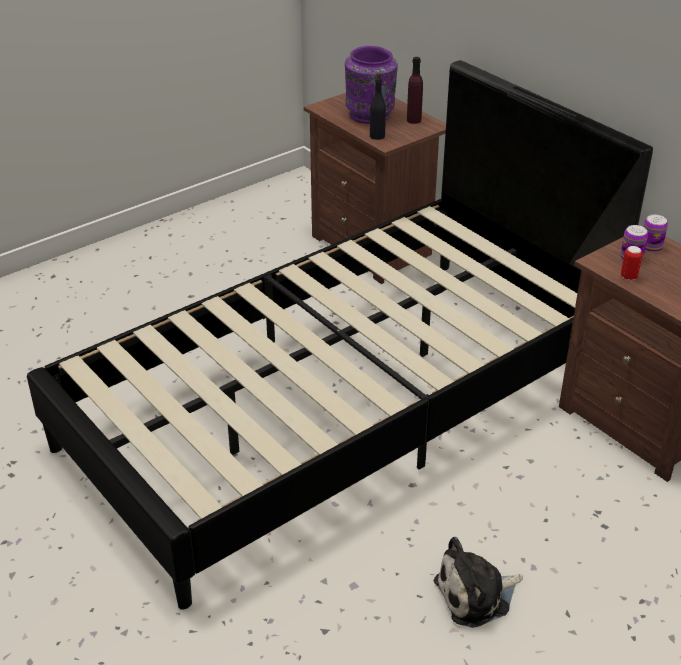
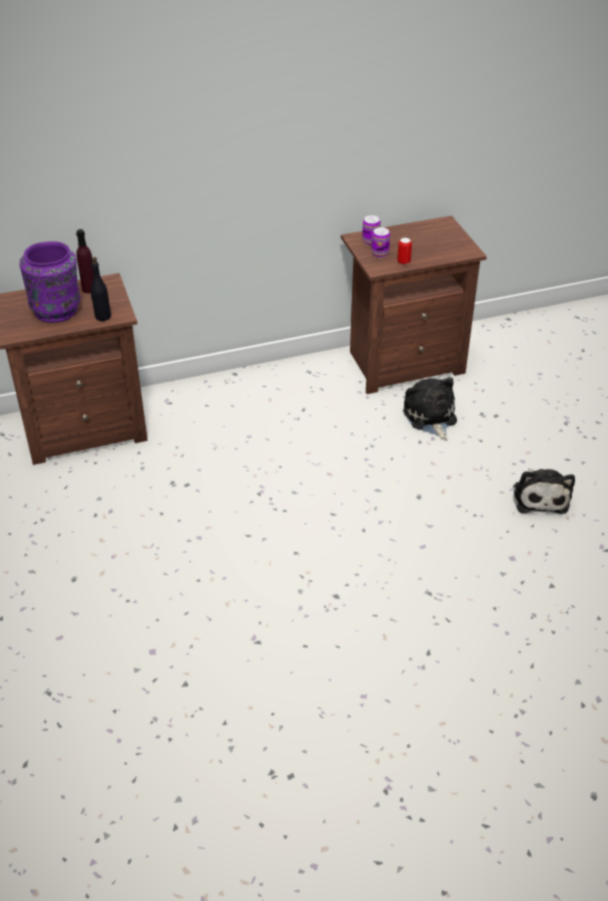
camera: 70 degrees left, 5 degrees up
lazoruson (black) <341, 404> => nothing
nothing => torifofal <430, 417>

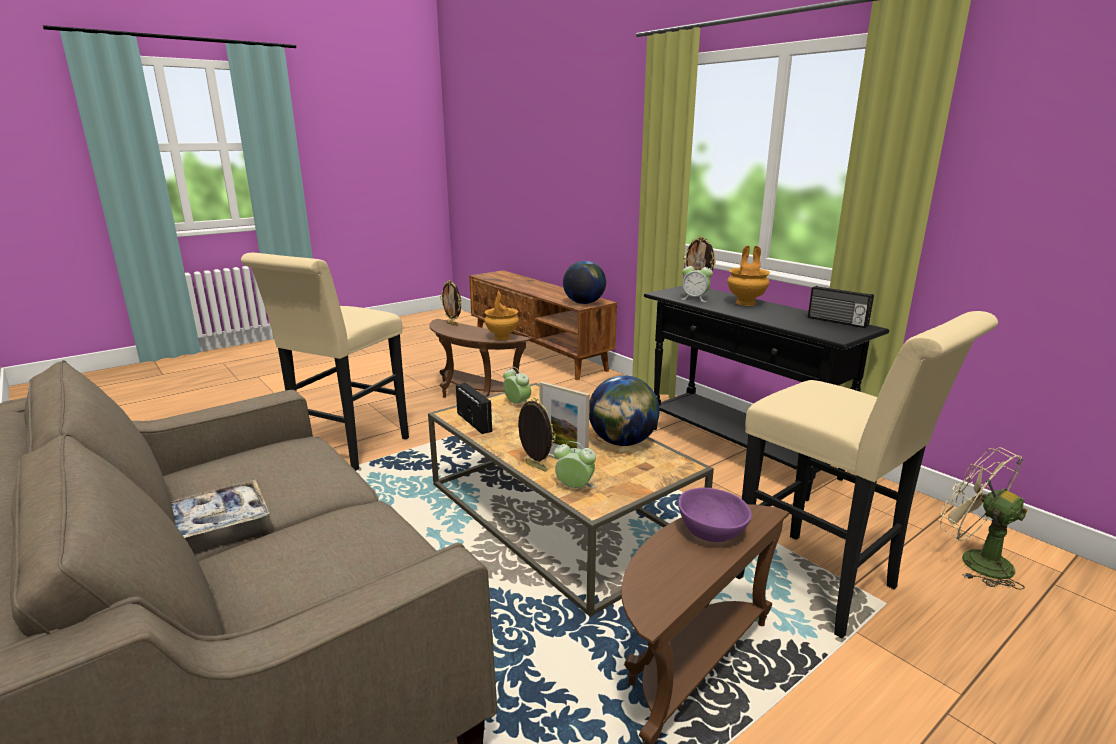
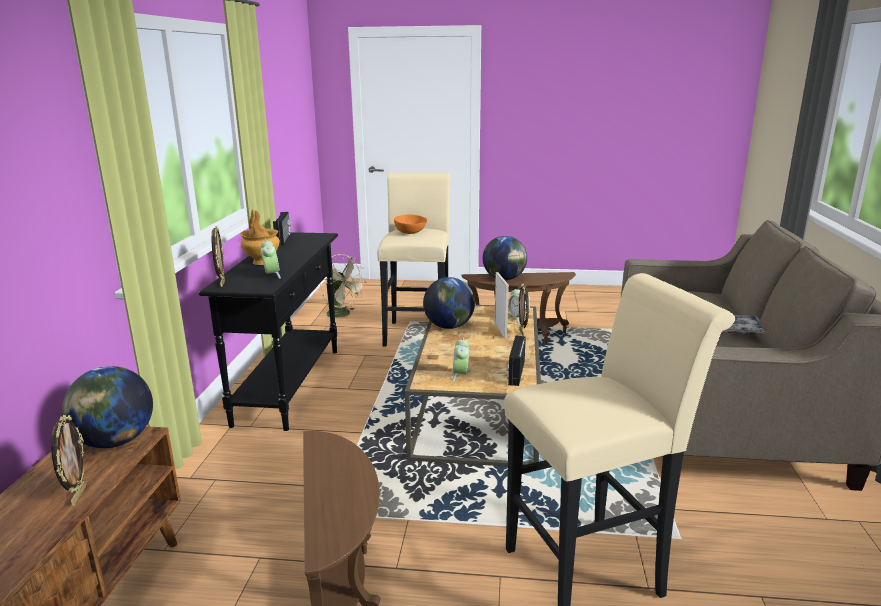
camera: 135 degrees left, 0 degrees up
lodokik <453, 324> => lodokik <78, 495>, moved
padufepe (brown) <502, 338> => nothing
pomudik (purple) <710, 531> => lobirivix <504, 279>
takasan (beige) <974, 560> => takasan (beige) <343, 315>, 60 degrees counterclockwise
nothing => pomudik (orange) <409, 232>

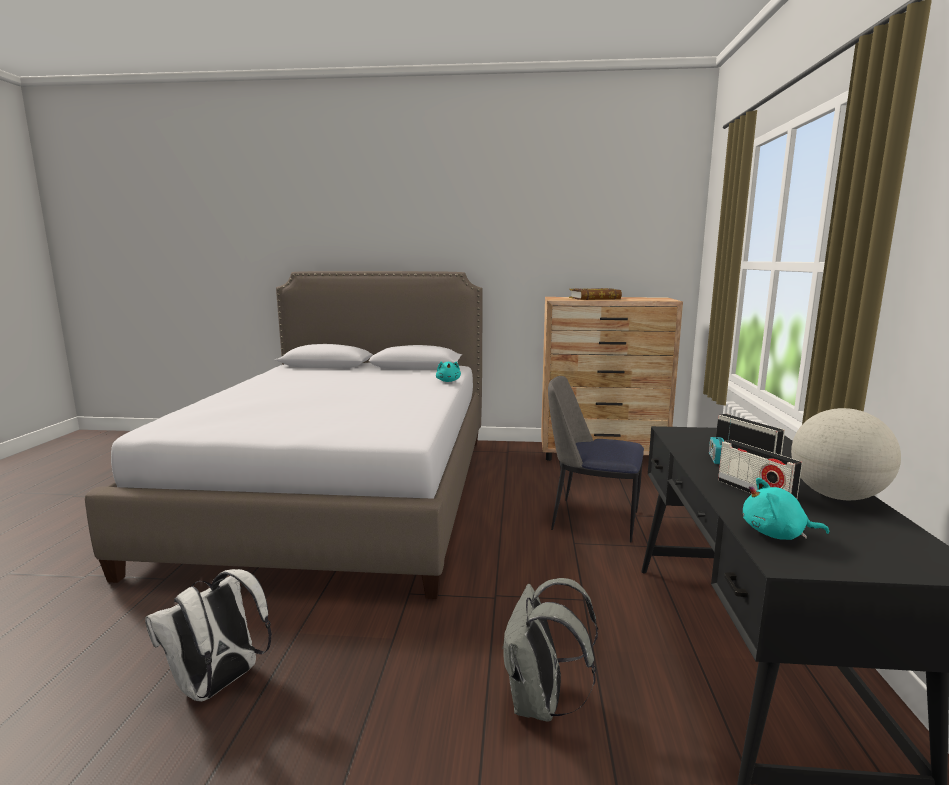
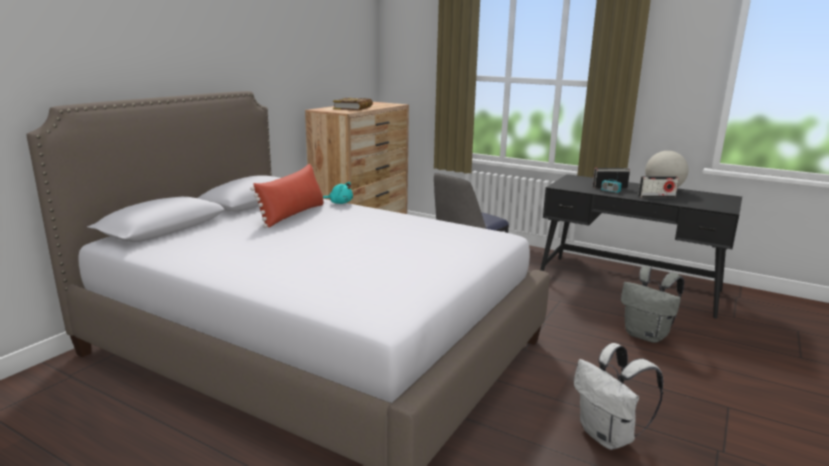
camera: 65 degrees left, 5 degrees up
torifofal (turquoise) <777, 534> => nothing
nothing => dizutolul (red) <293, 214>

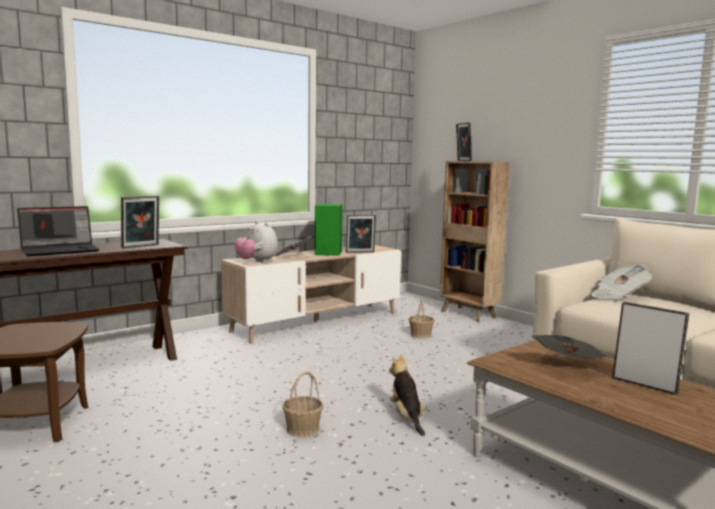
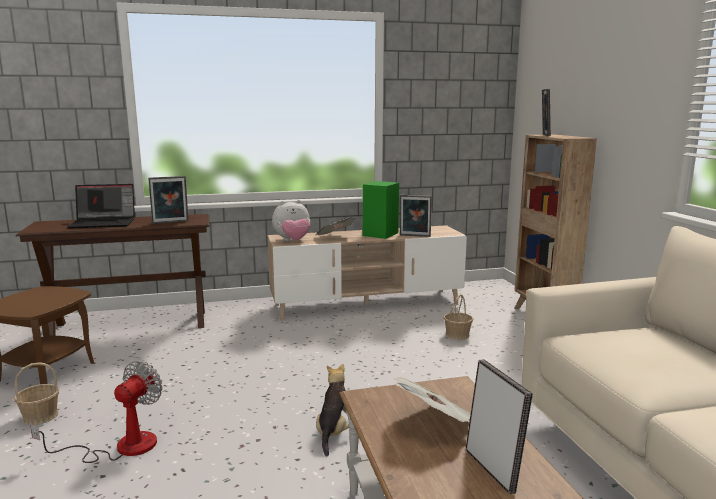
camera: 25 degrees right, 5 degrees up
torifofal <257, 262> => torifofal <293, 241>, 90 degrees counterclockwise
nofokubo <302, 429> => nofokubo <40, 416>, moved
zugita <618, 296> => nothing
nothing => takasan <121, 447>

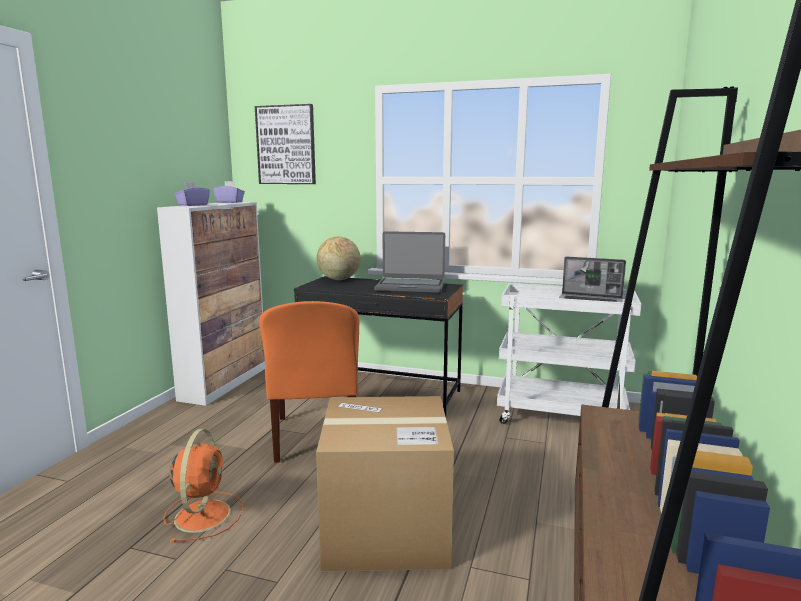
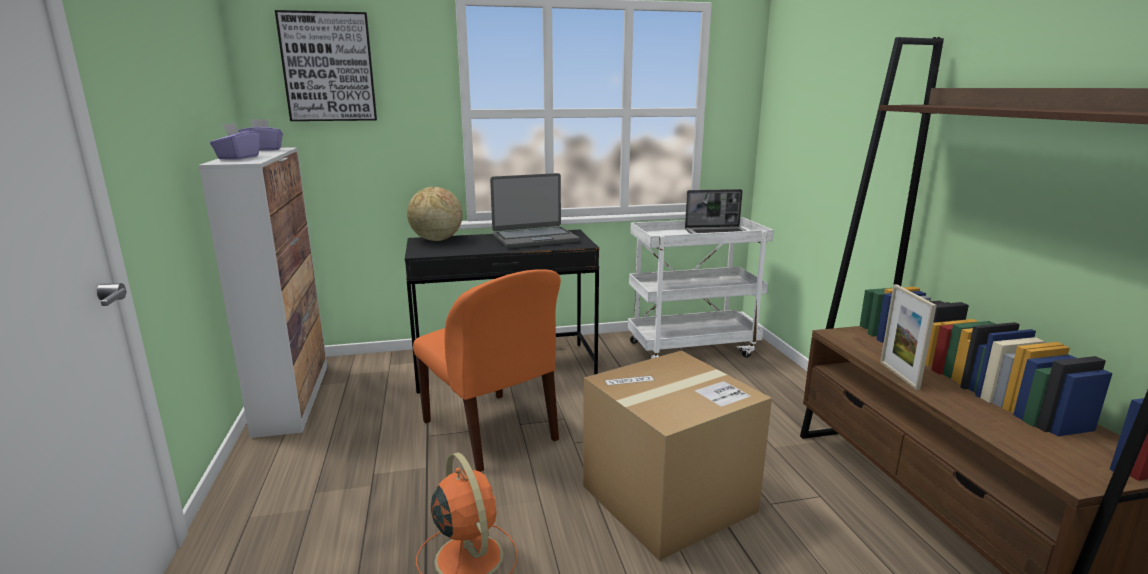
camera: 30 degrees left, 5 degrees up
nothing => lodokik <899, 375>

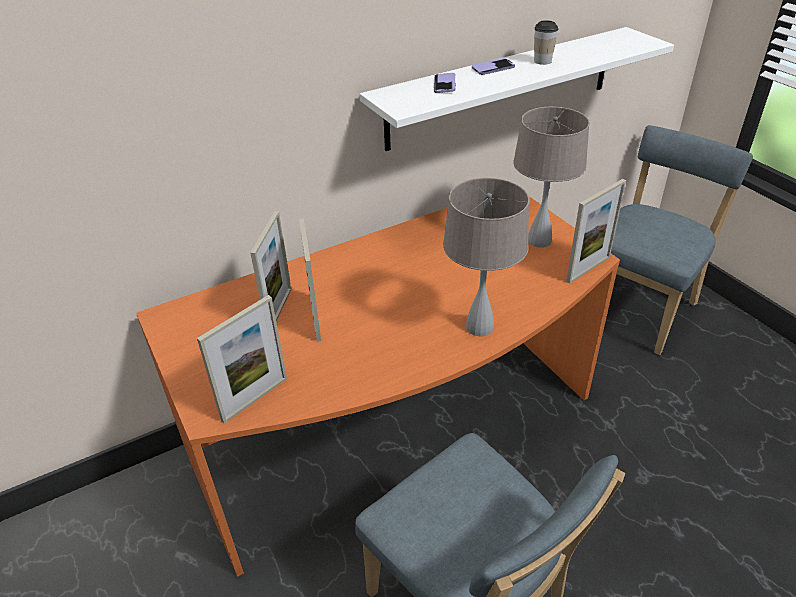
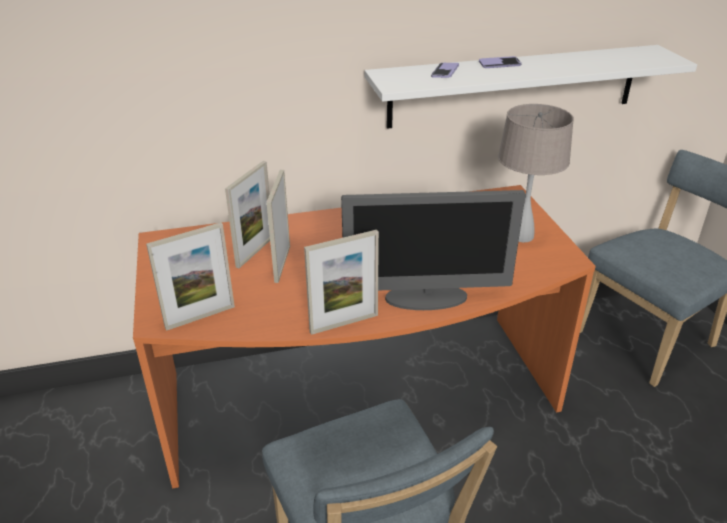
camera: 15 degrees right, 5 degrees down
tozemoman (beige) <480, 326> => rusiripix <427, 298>
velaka <542, 61> => nothing
lodokik <588, 269> => lodokik <344, 323>, moved

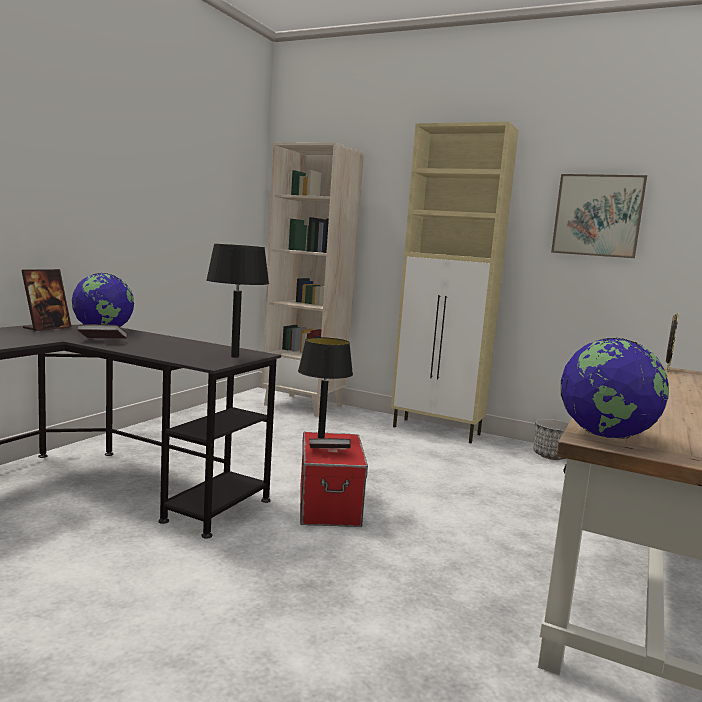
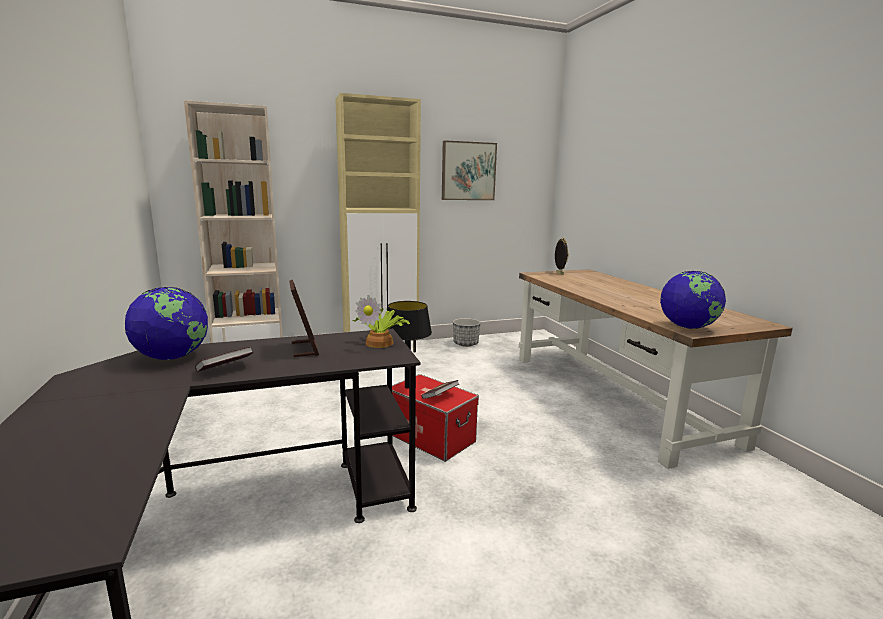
camera: 45 degrees left, 5 degrees up
lodokik <47, 328> => lodokik <305, 349>, moved
tozemoman (black) <235, 357> => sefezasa <381, 342>

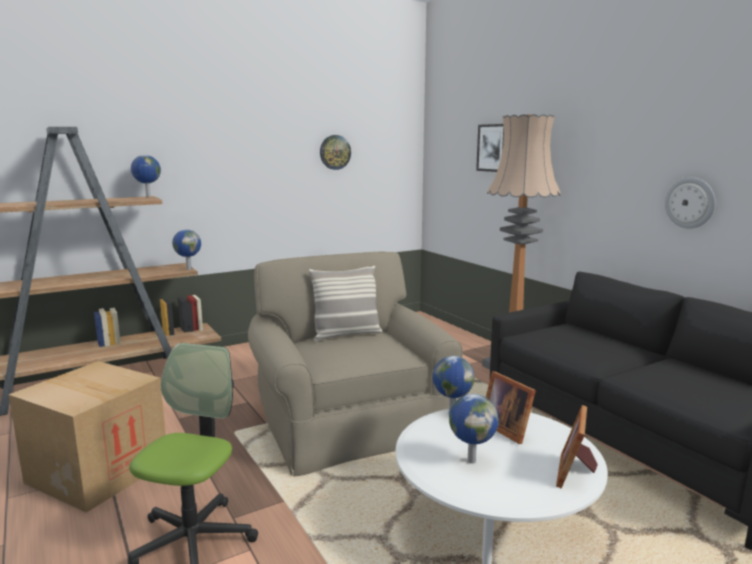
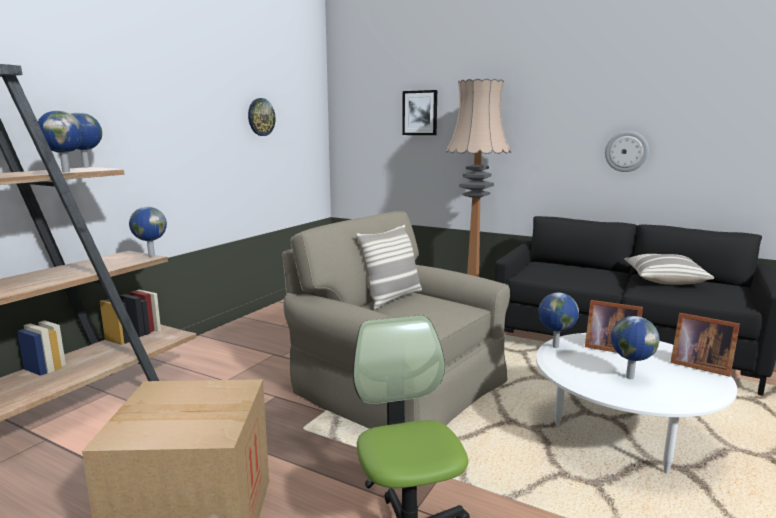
camera: 30 degrees left, 0 degrees up
lodokik <575, 472> => lodokik <698, 365>, 45 degrees counterclockwise
nothing => lobirivix <66, 172>
nothing => dizutolul <664, 280>

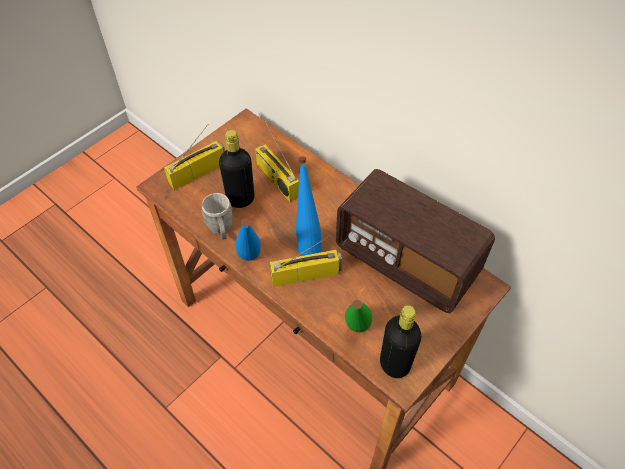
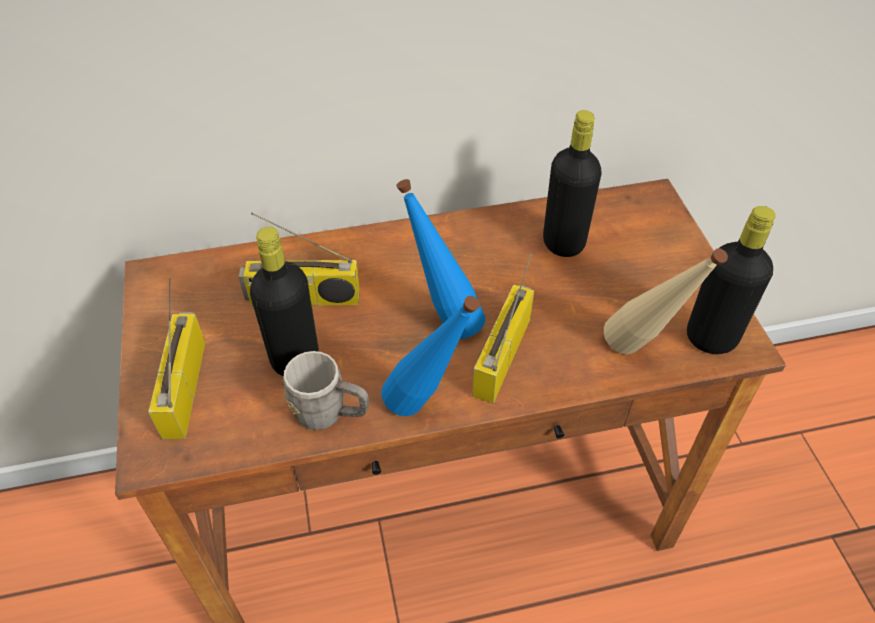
camera: 55 degrees left, 5 degrees down
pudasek <406, 261> => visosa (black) <563, 243>
visosa (green) <355, 335> => visosa (beige) <641, 354>

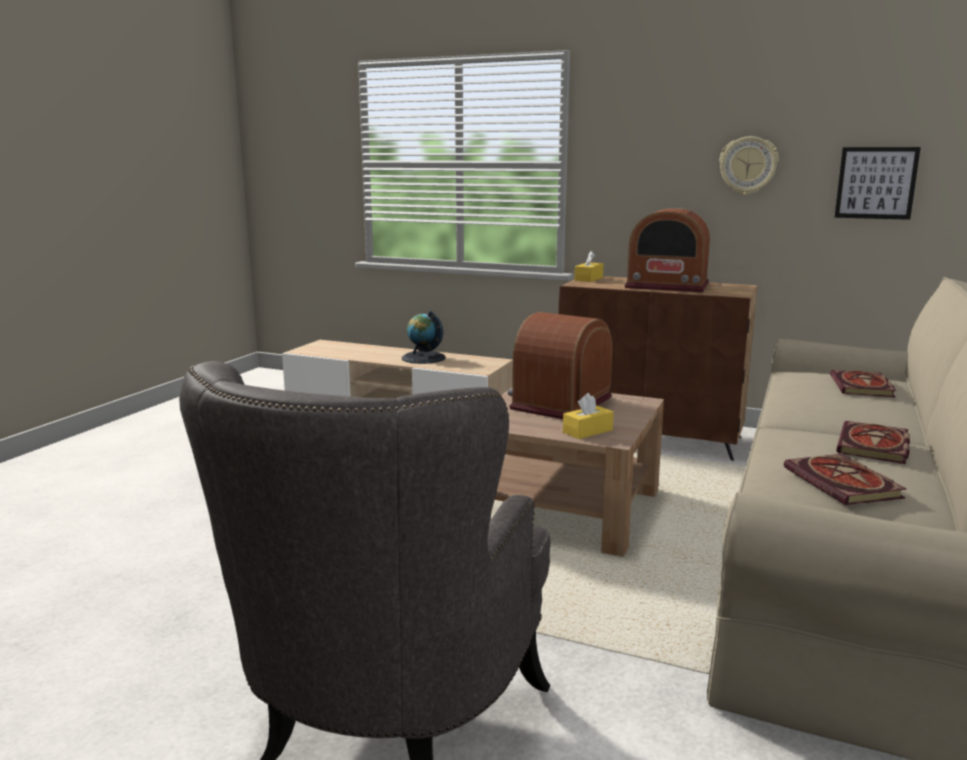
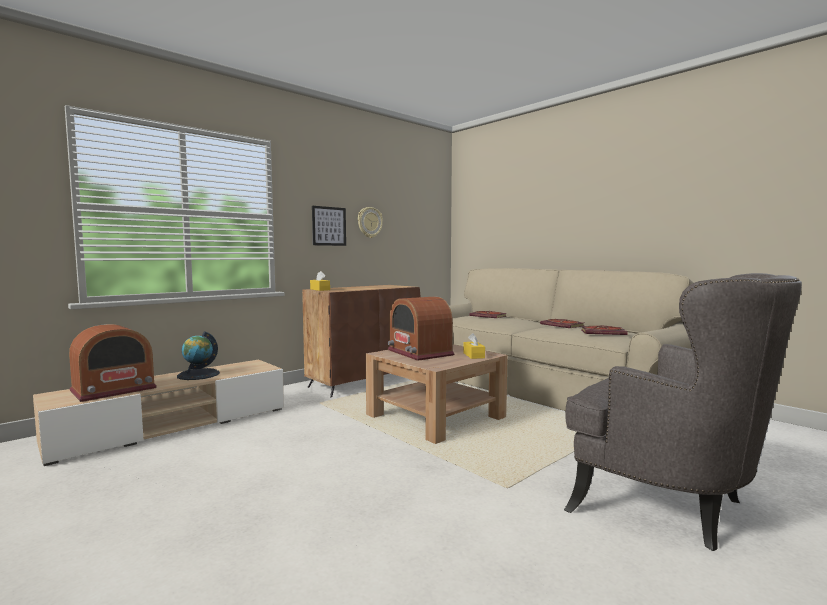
camera: 65 degrees left, 10 degrees down
pudasek <667, 286> => pudasek <114, 389>, moved
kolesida <876, 183> => kolesida <329, 226>, moved

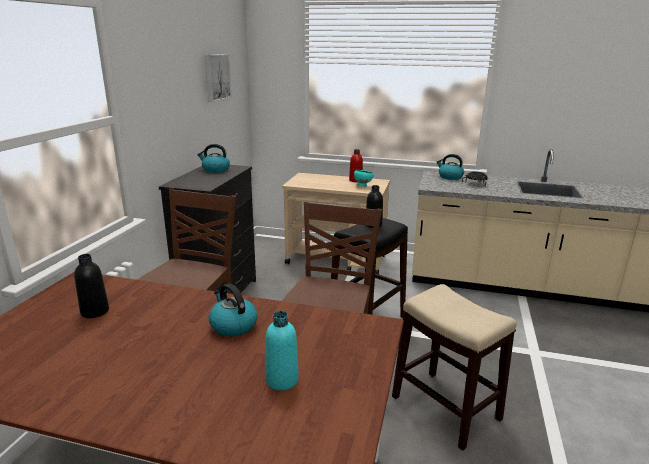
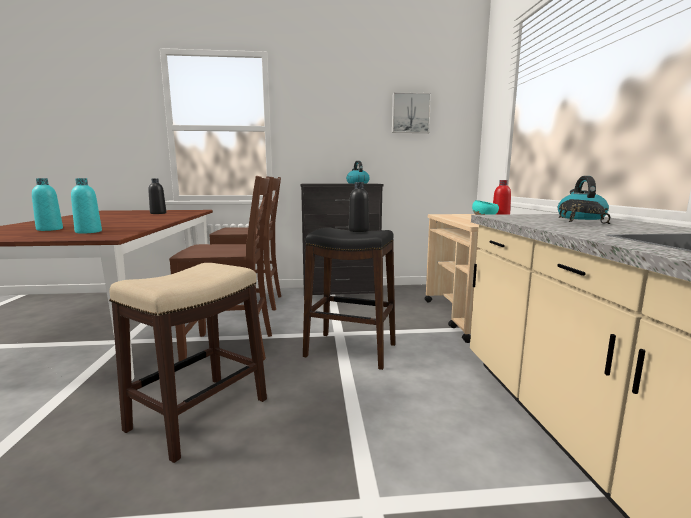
camera: 70 degrees right, 10 degrees down
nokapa <233, 325> => nothing
nothing => visosa (turquoise) <88, 232>

